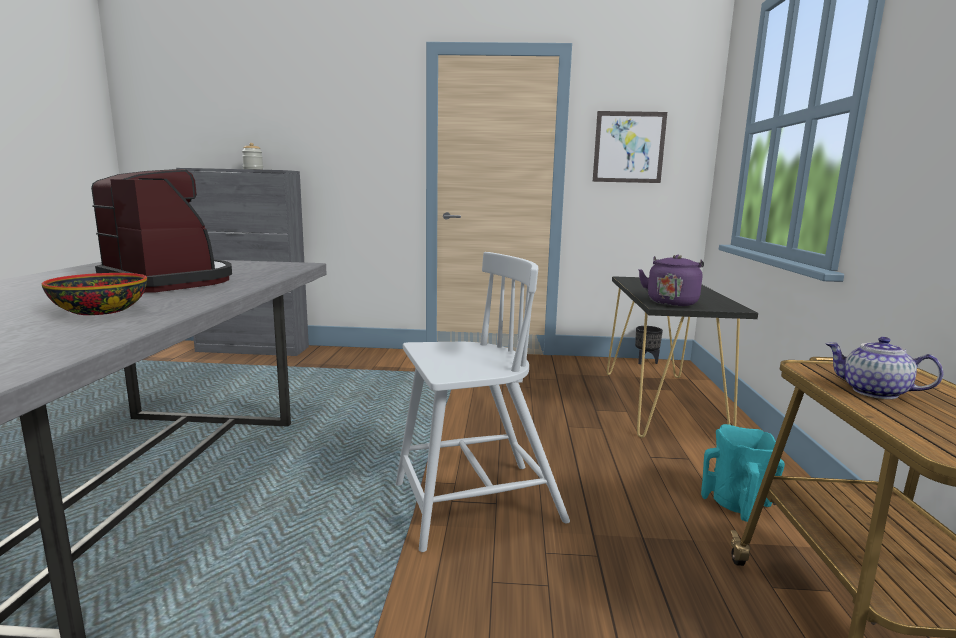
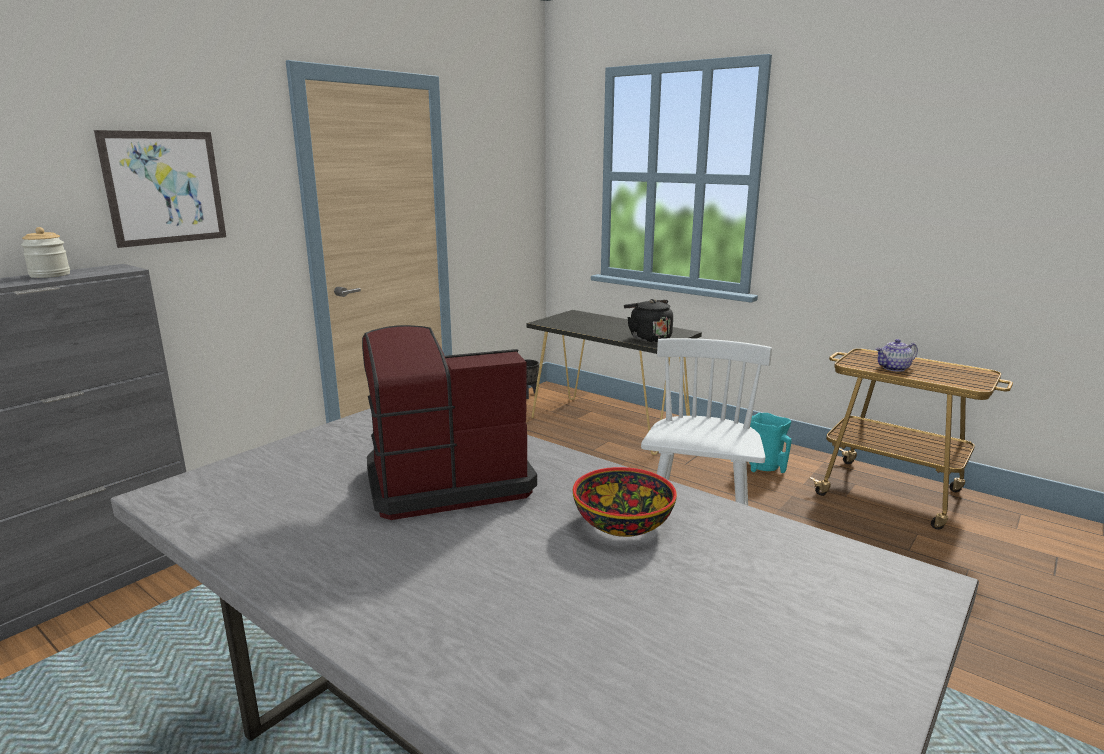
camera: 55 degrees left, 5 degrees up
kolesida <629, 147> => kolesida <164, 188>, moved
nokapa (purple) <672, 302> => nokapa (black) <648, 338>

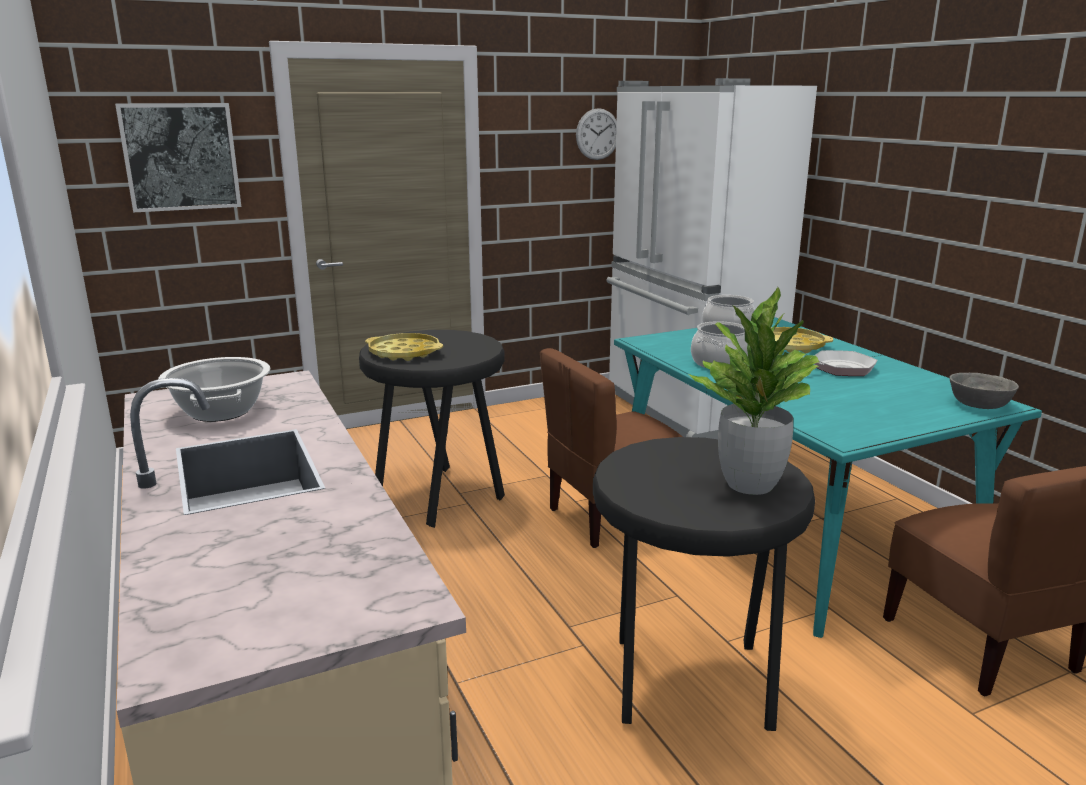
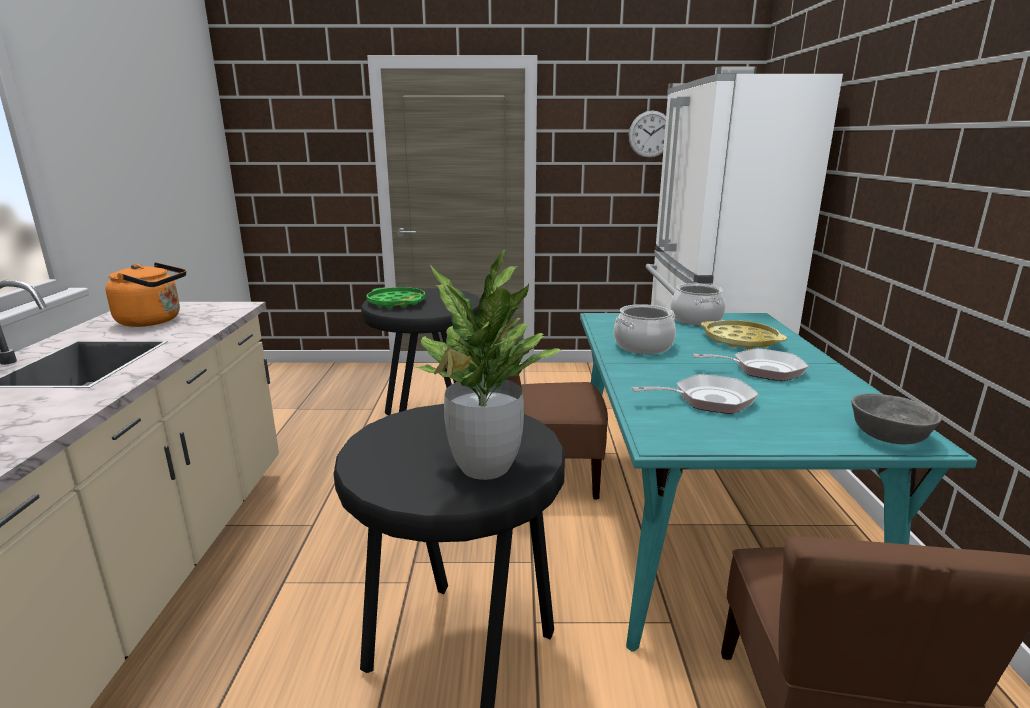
camera: 25 degrees right, 0 degrees up
kolesida <180, 157> => nothing
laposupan <221, 411> => nokapa (orange) <154, 321>
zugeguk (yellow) <404, 353> => zugeguk (green) <396, 302>
nothing => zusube <707, 400>

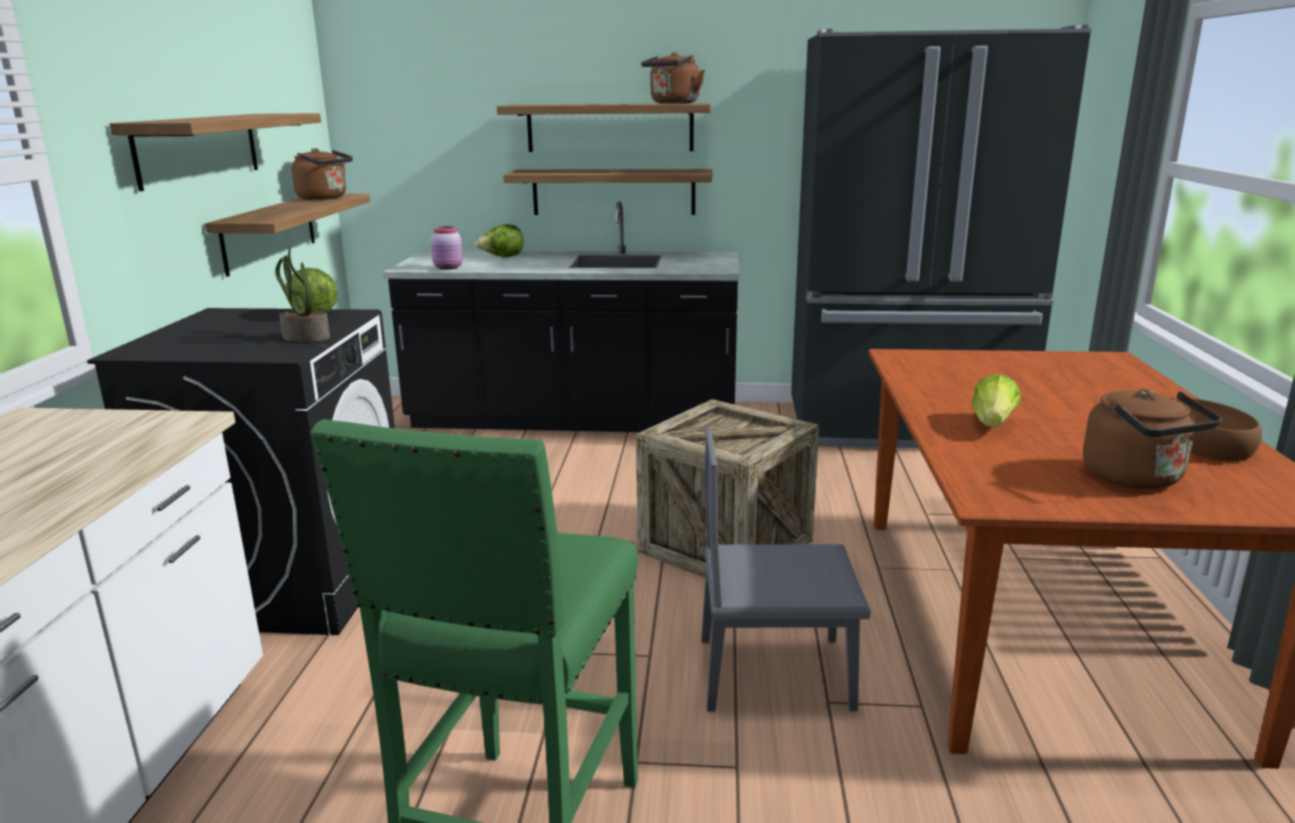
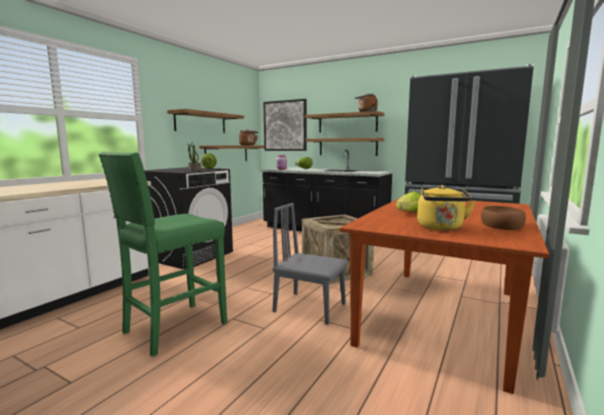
camera: 25 degrees right, 10 degrees down
nokapa (brown) <1137, 479> => nokapa (yellow) <441, 228>
nothing => kolesida <285, 125>

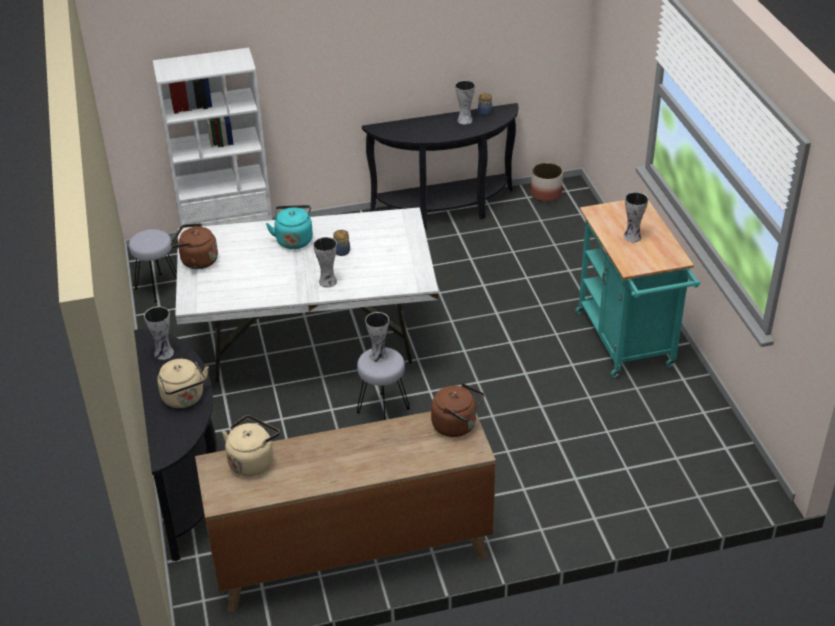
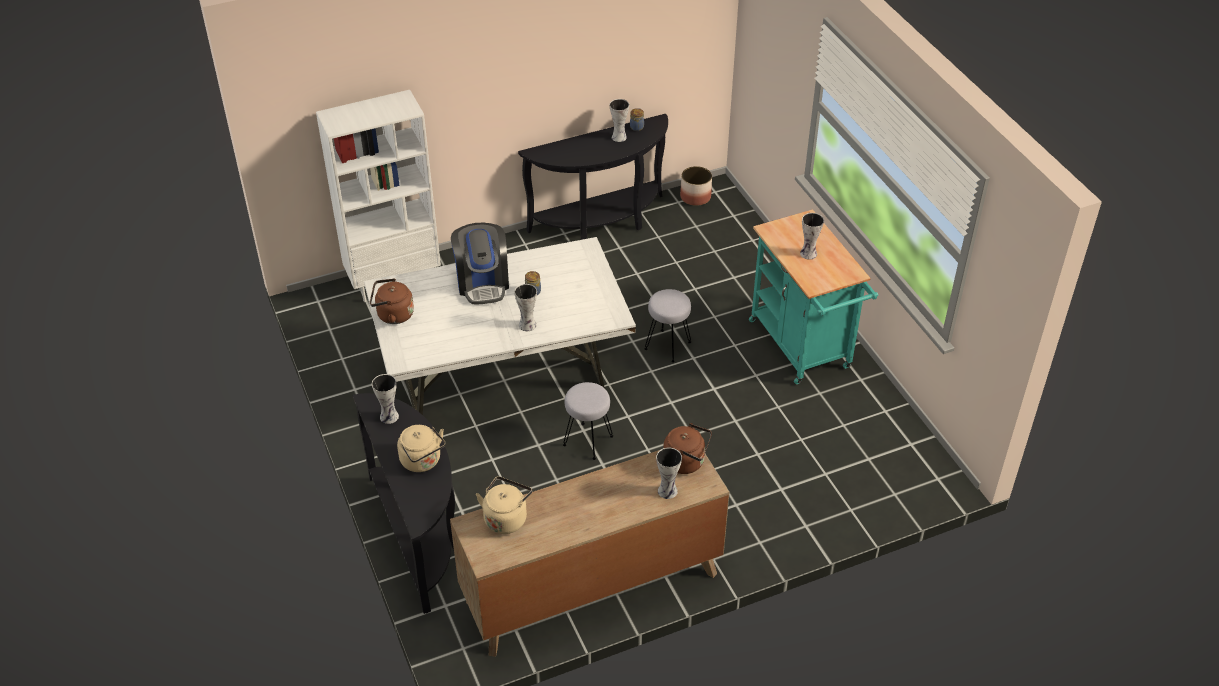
camera: 10 degrees left, 5 degrees up
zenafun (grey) <158, 288> => zenafun (grey) <668, 346>, moved
nokapa (turquoise) <294, 239> => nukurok <482, 283>
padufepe <379, 355> => padufepe <668, 490>, moved

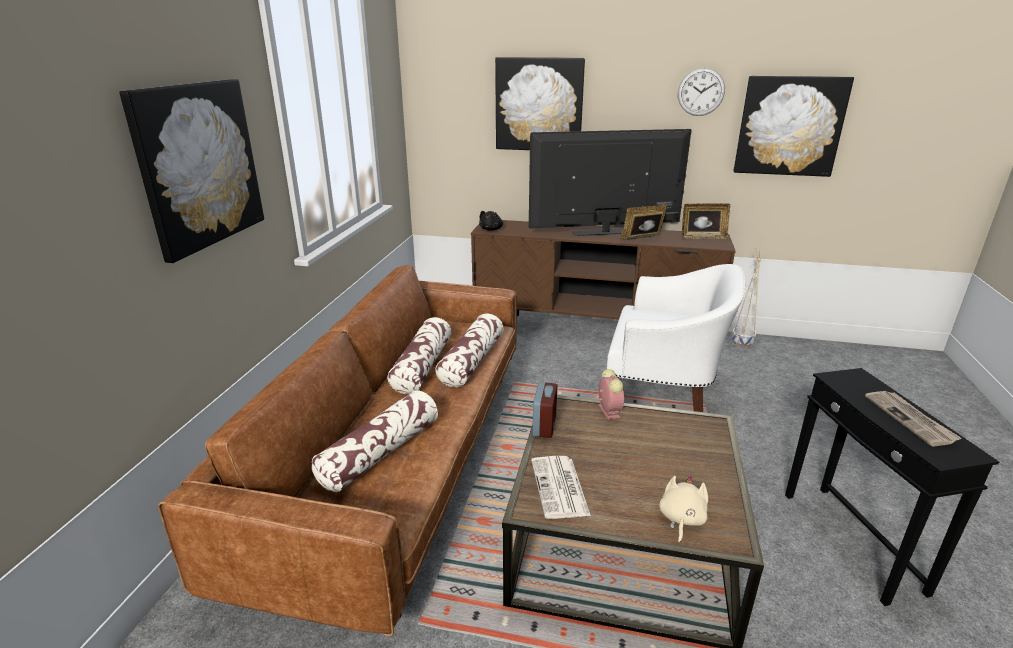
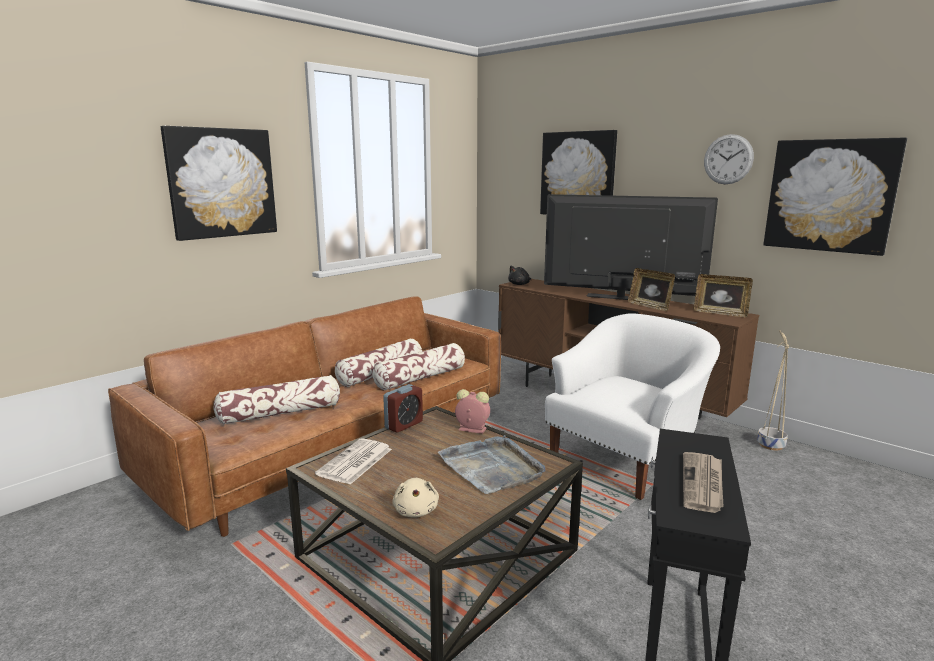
camera: 30 degrees right, 10 degrees down
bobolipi <608, 410> => bobolipi <471, 429>, 90 degrees counterclockwise
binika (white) <664, 389> => binika (white) <625, 460>, 90 degrees counterclockwise
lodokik <642, 239> => lodokik <650, 306>, 135 degrees counterclockwise
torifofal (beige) <681, 519> => torifofal (beige) <416, 511>, 120 degrees clockwise
nothing => zugeguk (grey) <492, 467>

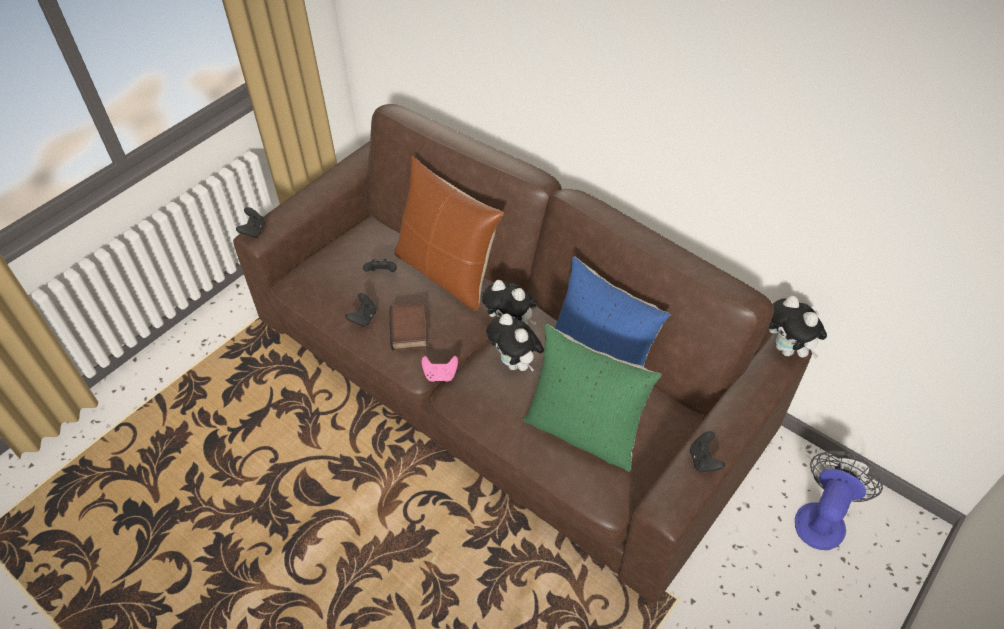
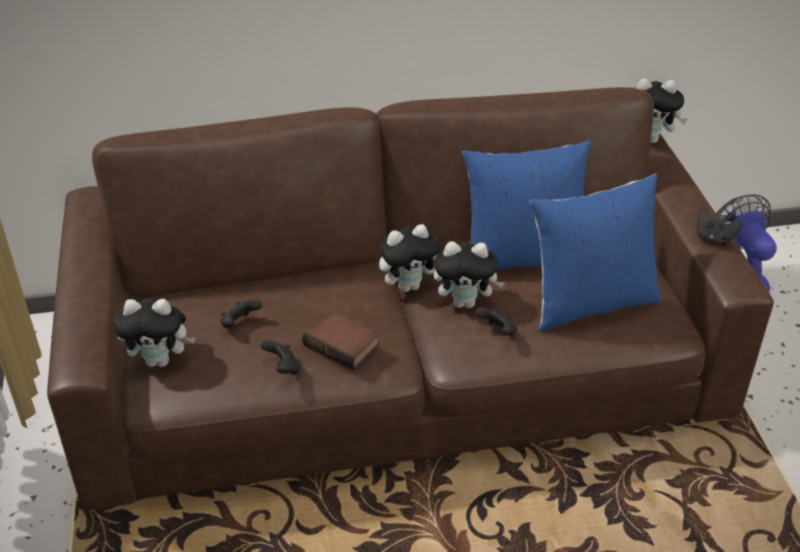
camera: 50 degrees left, 10 degrees down
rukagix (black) <253, 231> => rukagix (black) <497, 332>, moved
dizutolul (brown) <447, 272> => nothing
rukagix (pink) <440, 375> => nothing
dizutolul (green) <584, 430> => dizutolul (blue) <590, 302>
nothing => torifofal <160, 360>

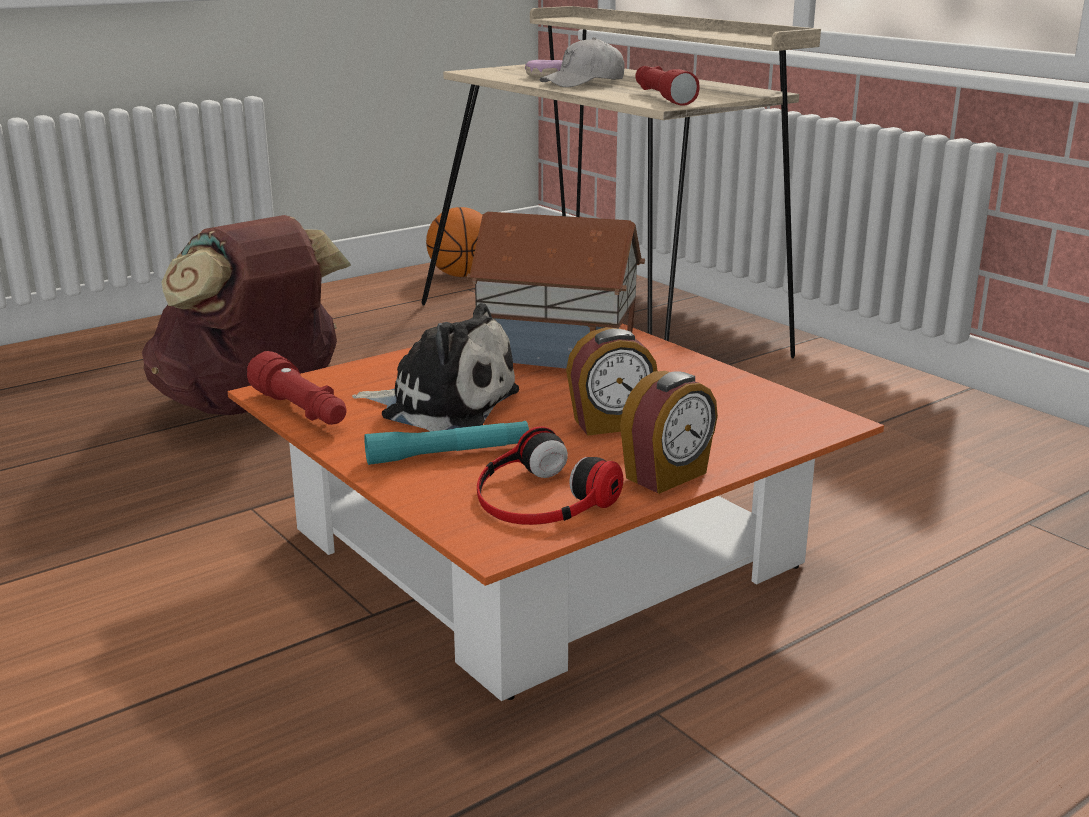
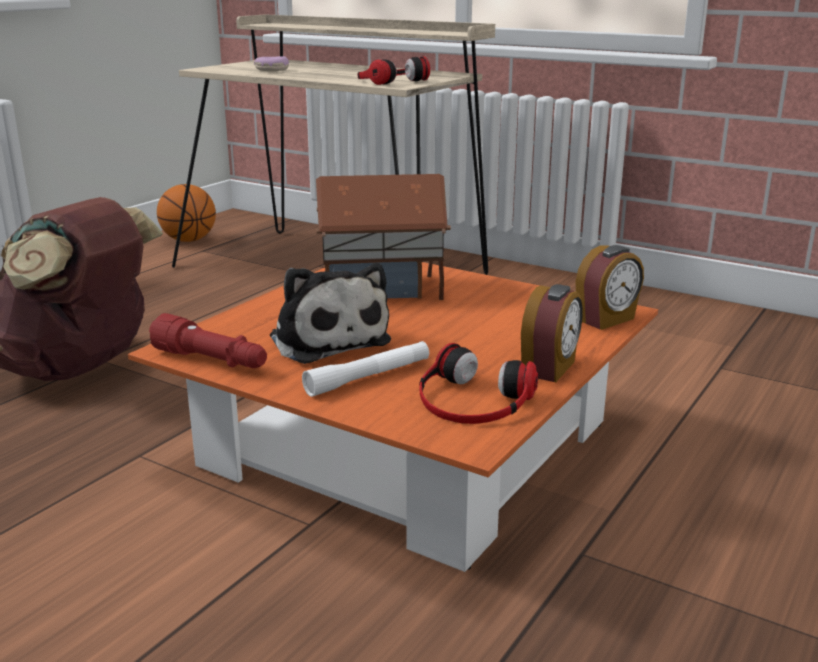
camera: 20 degrees left, 0 degrees up
torifofal <443, 404> => torifofal <327, 339>, 60 degrees clockwise
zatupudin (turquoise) <448, 454> => zatupudin (white) <368, 377>
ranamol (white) <583, 83> => nothing
bobolipi <611, 424> => bobolipi <606, 320>, moved
zatupudin (red) <662, 98> => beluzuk <389, 81>

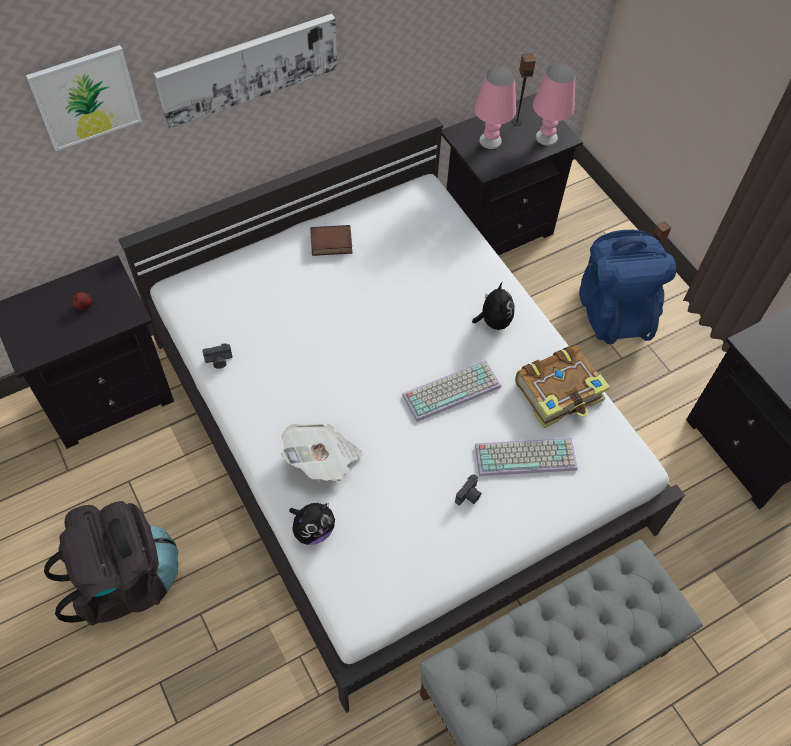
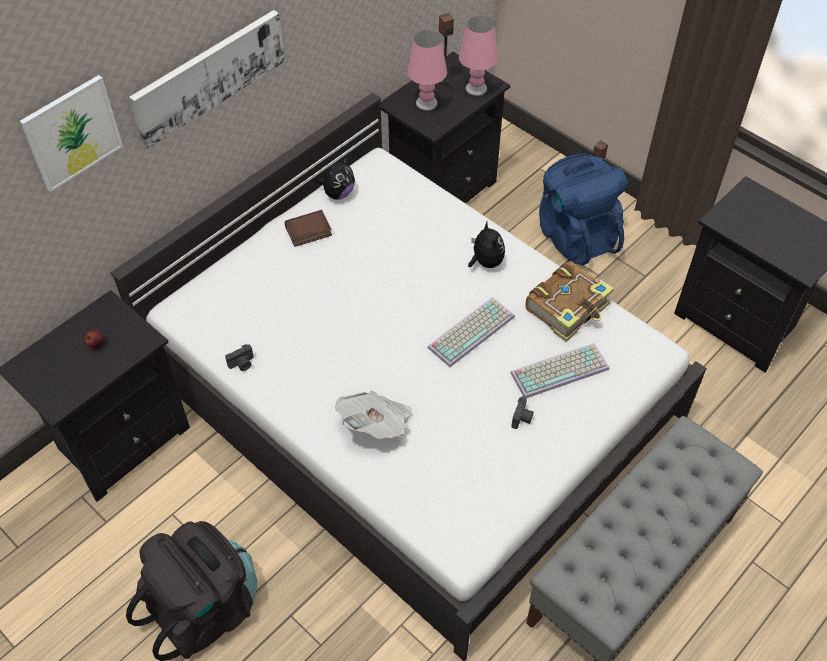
camera: 15 degrees left, 5 degrees down
torifofal <313, 530> => torifofal <338, 193>, moved

